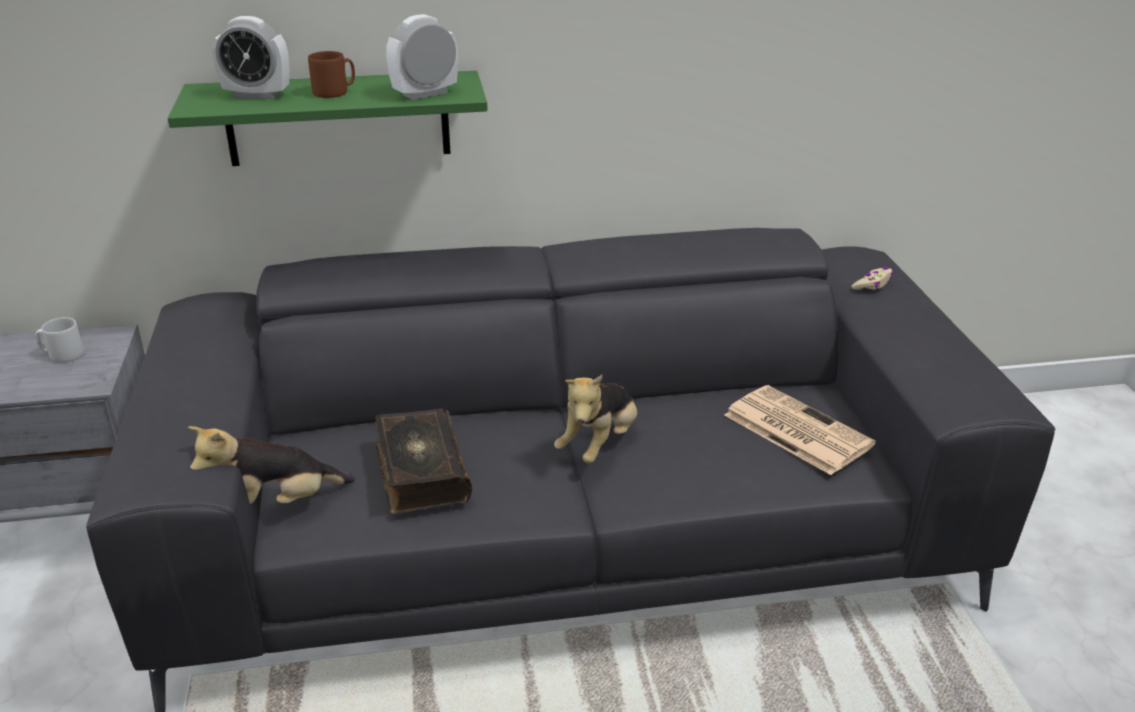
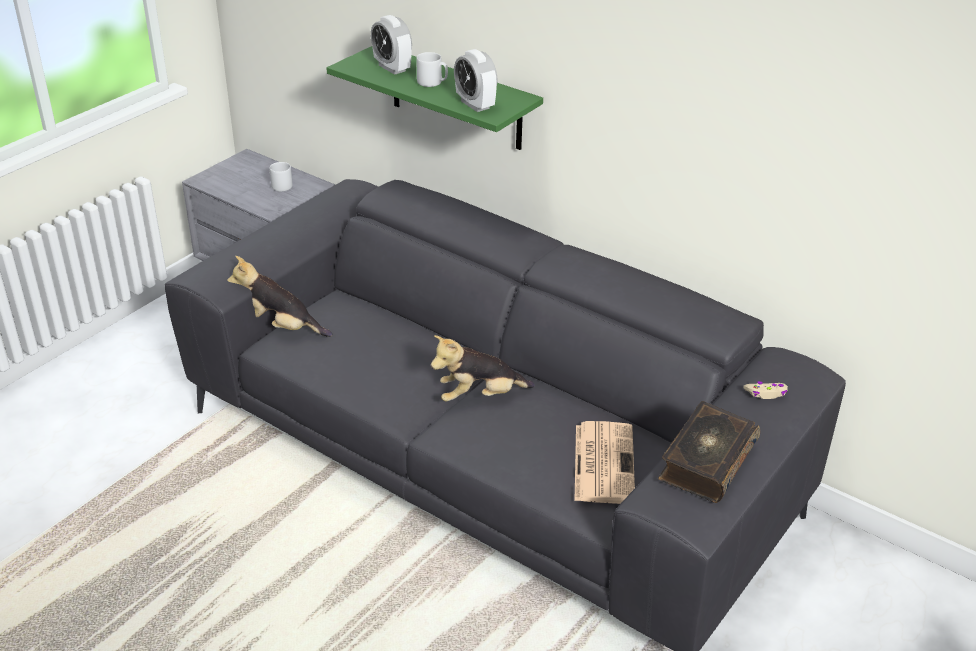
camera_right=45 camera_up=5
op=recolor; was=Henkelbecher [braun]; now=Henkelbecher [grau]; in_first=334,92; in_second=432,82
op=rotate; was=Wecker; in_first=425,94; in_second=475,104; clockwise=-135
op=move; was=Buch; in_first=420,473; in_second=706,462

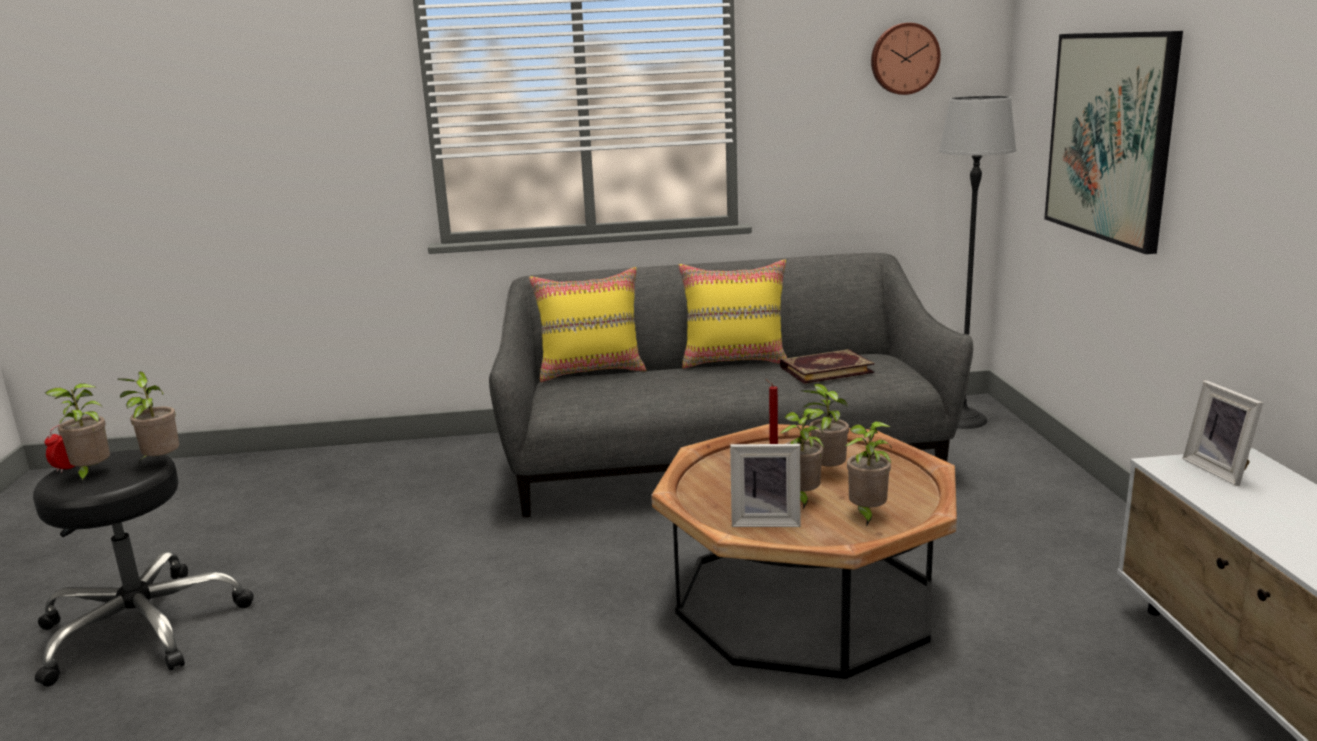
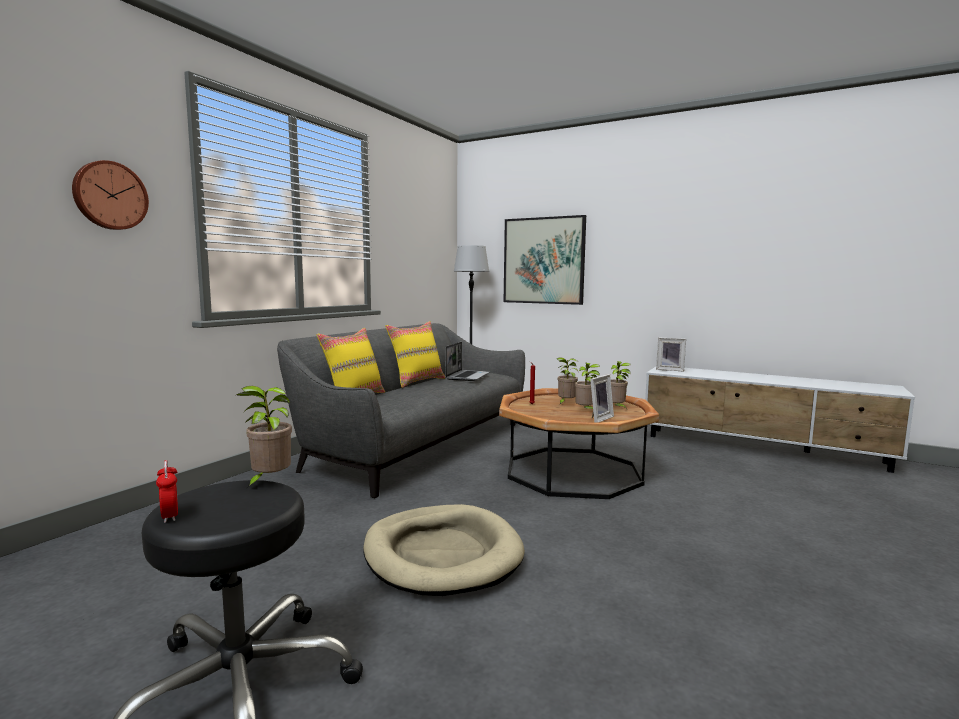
camera_right=-55 camera_up=-10
op=move; was=Wanduhr; in_first=904,59; in_second=110,196
op=insert; now=Hundebett [beige]; in_second=442,554
op=replace; was=Buch; now=Laptop; in_first=825,369; in_second=467,376
op=delete; was=Topfpflanze; in_first=91,474

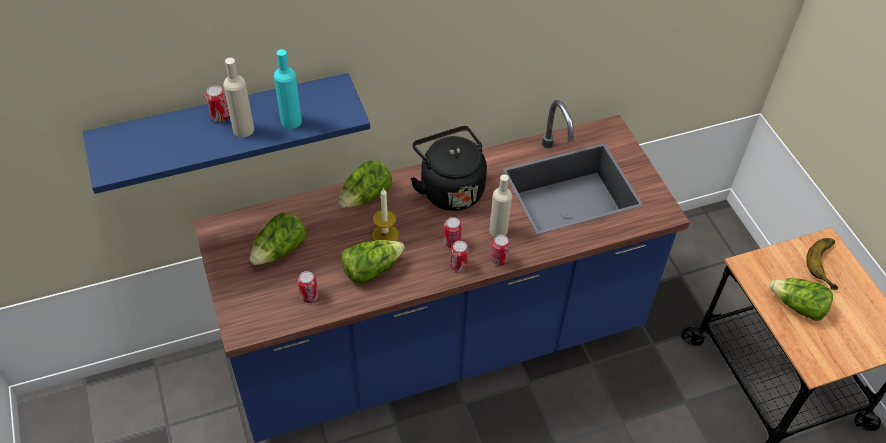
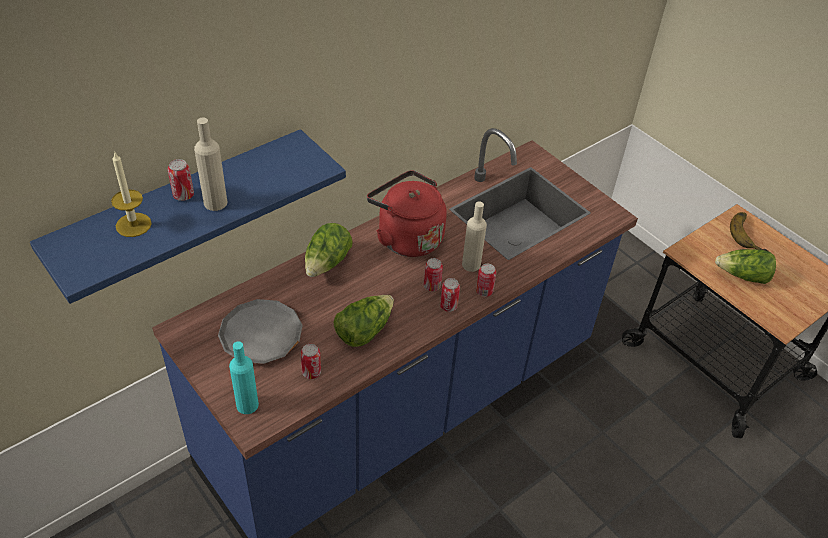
camera_right=-20 camera_up=-5
op=move; was=Kerze; in_first=385,235; in_second=133,225
op=replace; was=Salatkopf; now=Teller [grau]; in_first=280,250; in_second=261,335
op=move; was=Flasche [türkis]; in_first=291,121; in_second=247,405
op=recolor; was=Wasserkessel [schwarz]; now=Wasserkessel [rot]; in_first=449,188; in_second=407,237

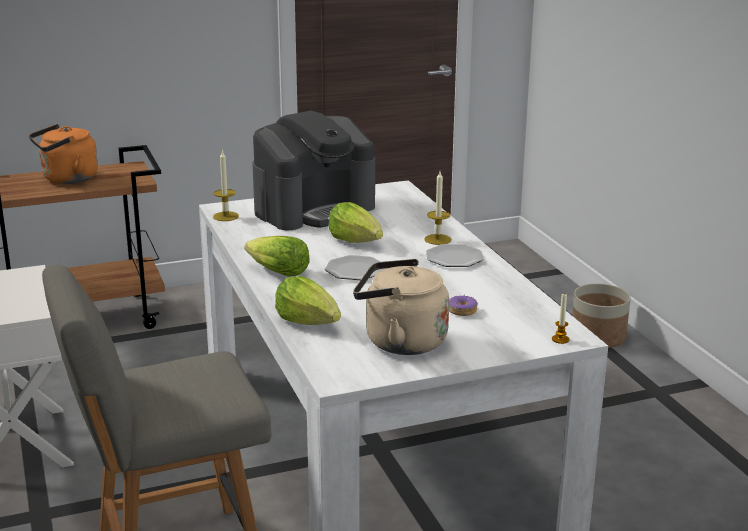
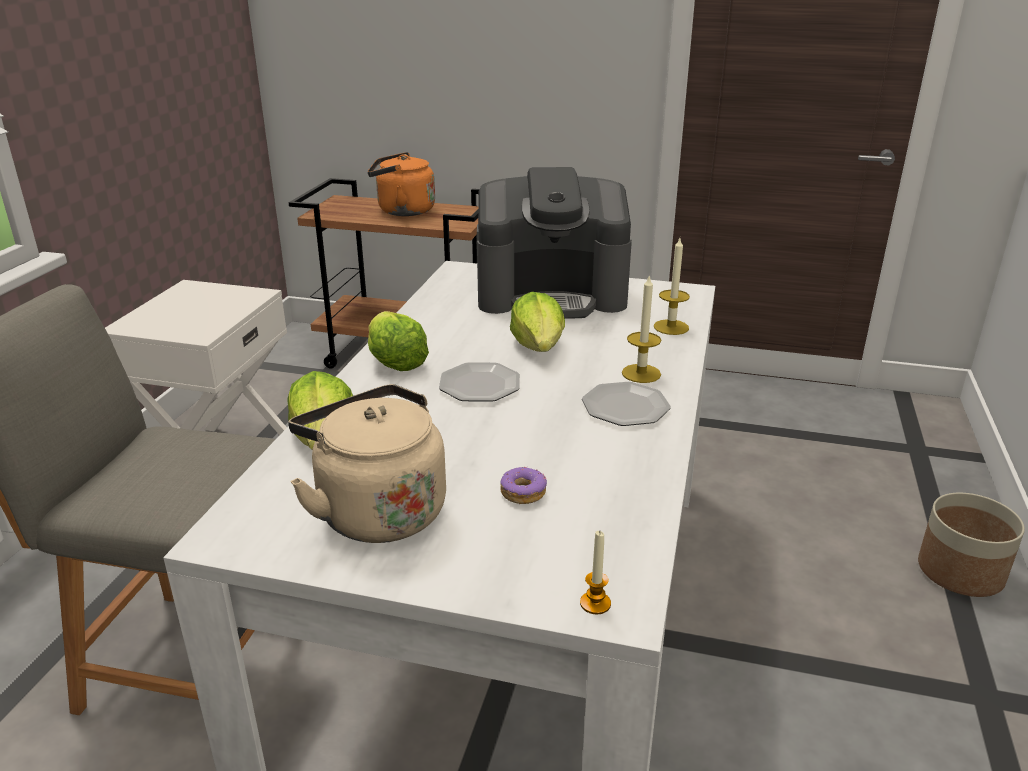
camera_right=35 camera_up=5
op=move; was=Kerze; in_first=225,216; in_second=671,327

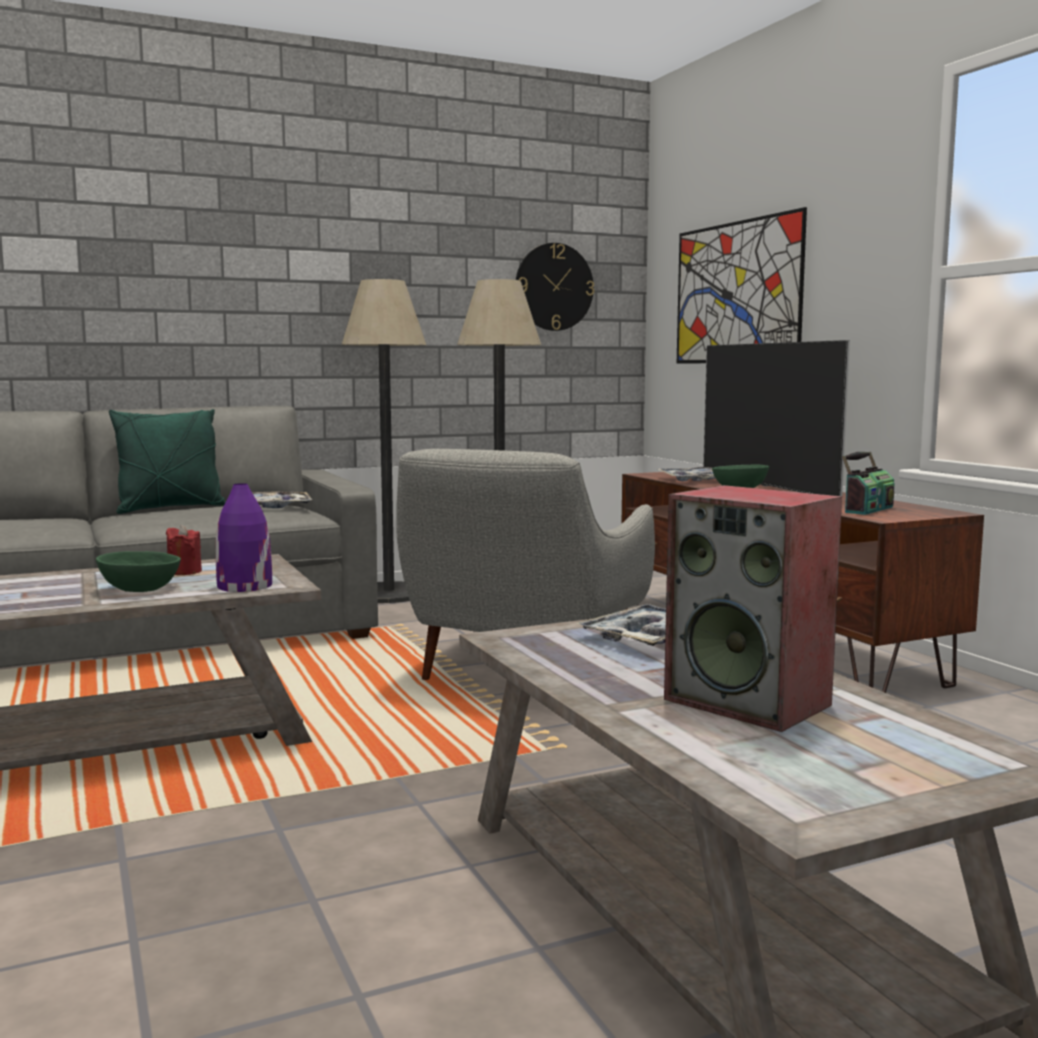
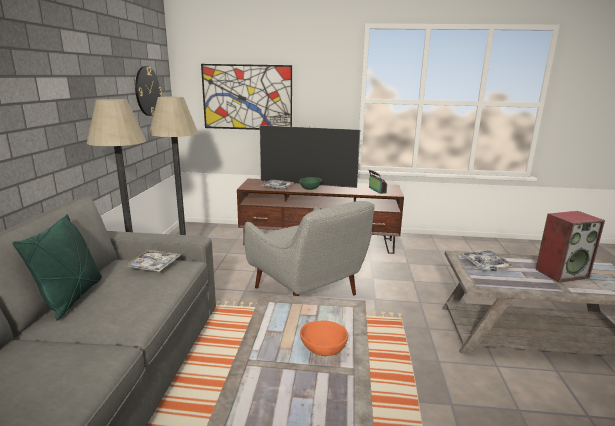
camera_right=-60 camera_up=10
op=recolor; was=Schüssel [grün]; now=Schüssel [orange]; in_first=139,589; in_second=323,350
op=delete; was=Kerze [rot]; in_first=184,572
op=delete; was=Vase [lila]; in_first=244,586

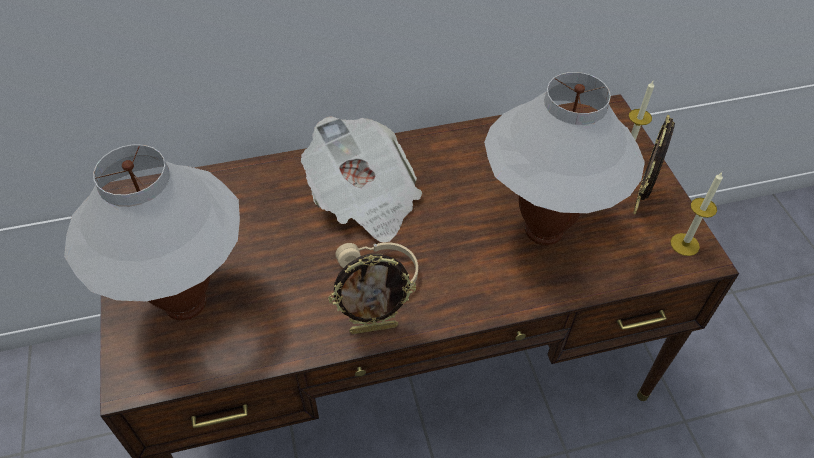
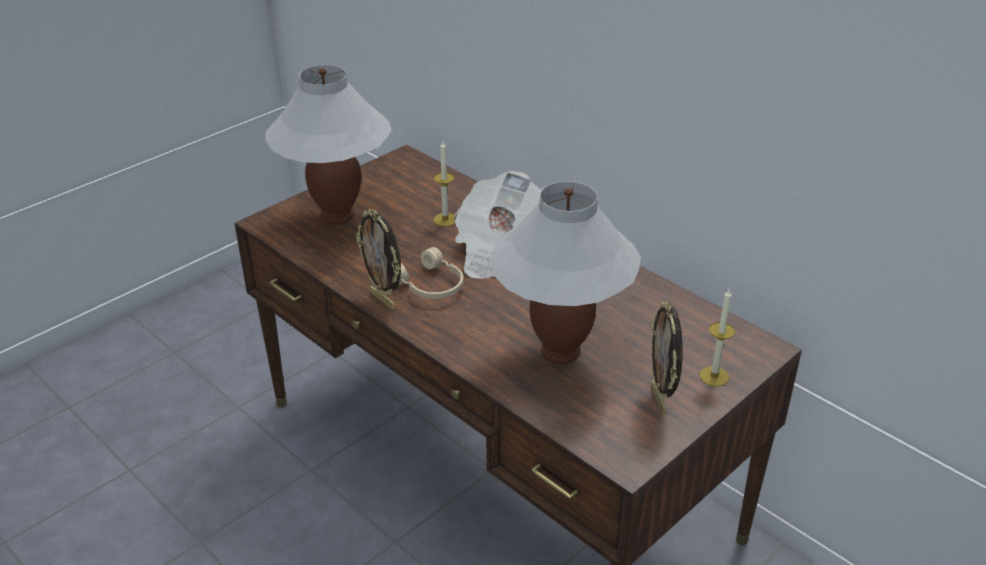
camera_right=60 camera_up=-15
op=move; was=Kerze; in_first=684,244; in_second=445,219
op=rotate; was=Bilderrahmen; in_first=639,201; in_second=659,401; clockwise=-90

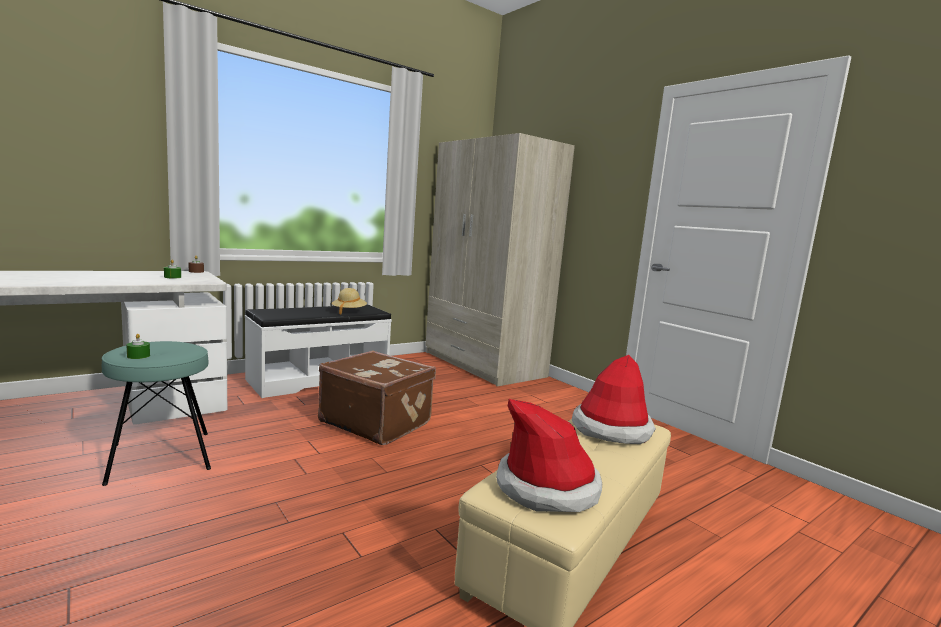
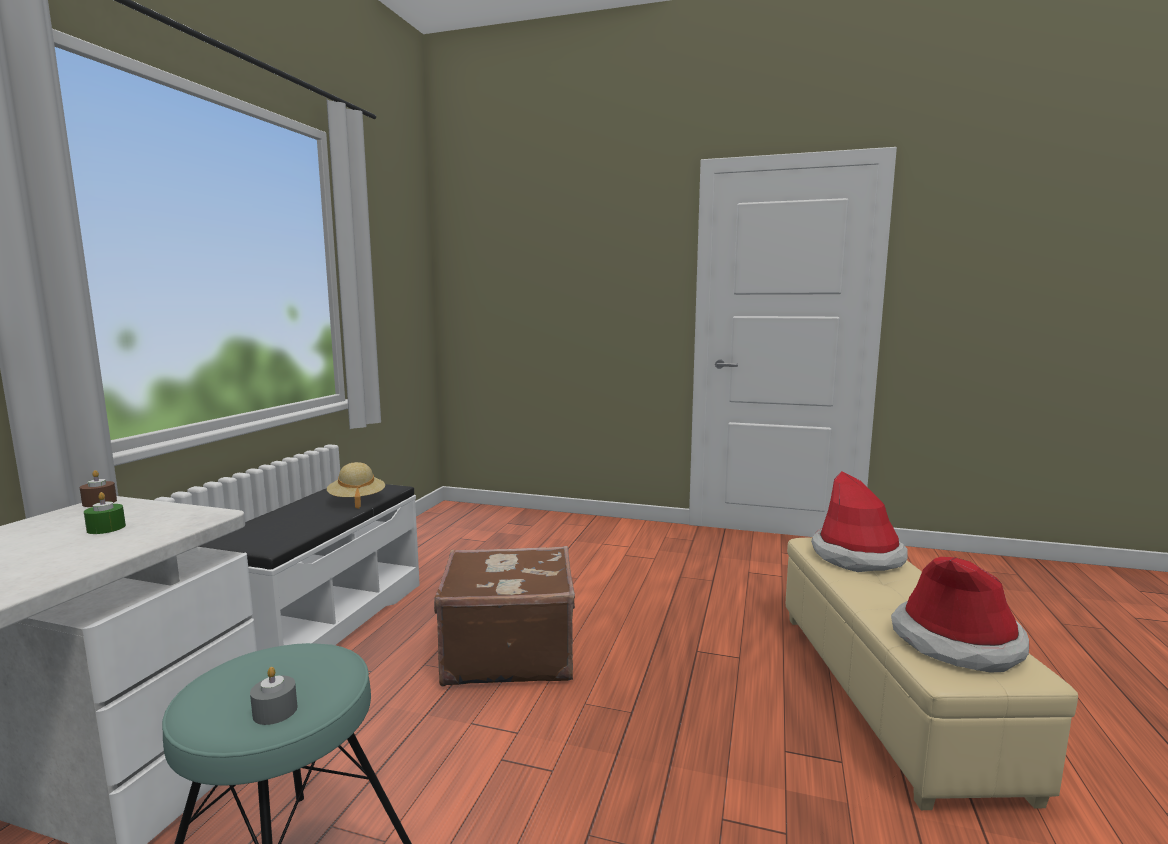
camera_right=-35 camera_up=0
op=recolor; was=Kerze [grün]; now=Kerze [grau]; in_first=138,356; in_second=275,711
op=delete; was=Kleiderschrank [beige]; in_first=483,364

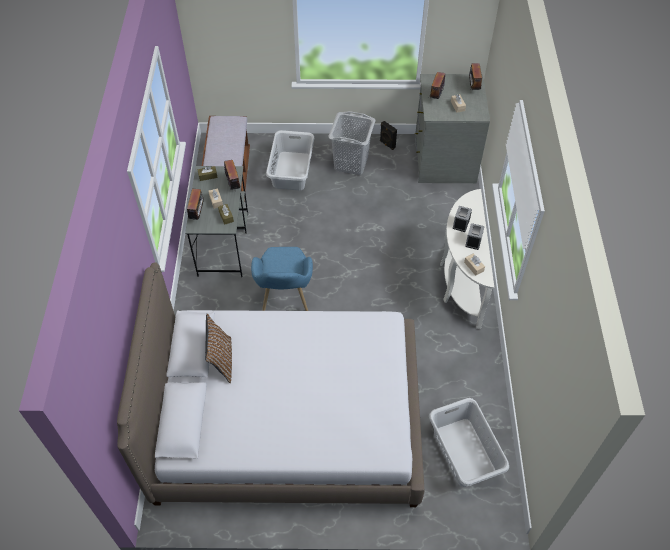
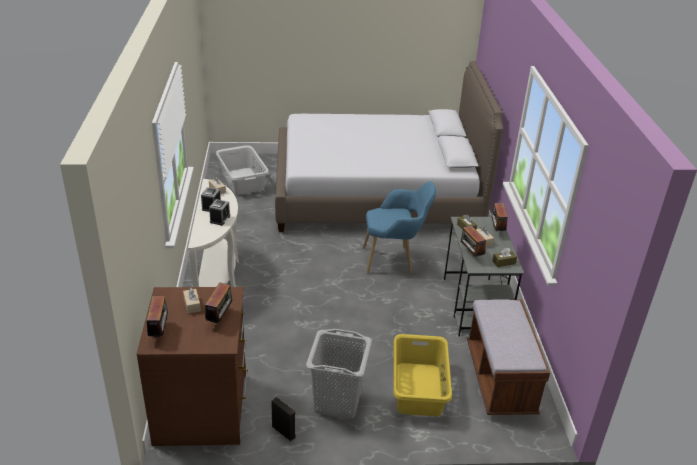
camera_right=175 camera_up=-20
op=recolor; was=Kommode [grau]; now=Kommode [braun]; in_first=443,160; in_second=203,409
op=rotate; was=Sessel [blau]; in_first=285,301; in_second=394,260; clockwise=90
op=recolor; was=Wäschekorb [grau]; now=Wäschekorb [gelb]; in_first=292,170; in_second=418,389
op=delete; was=Kissen [braun]; in_first=221,360

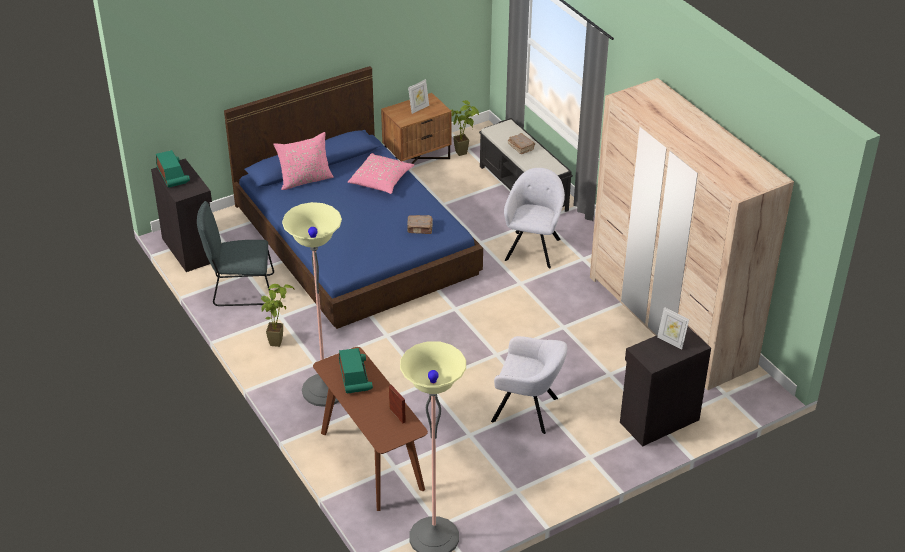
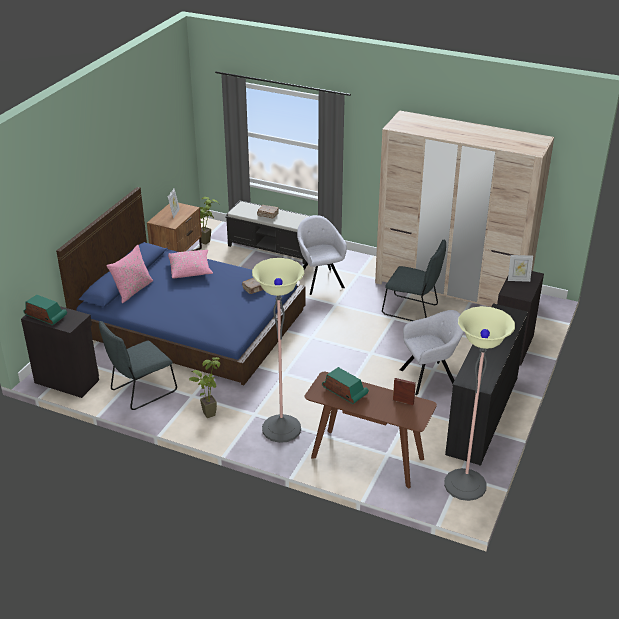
camera_right=-35 camera_up=-5
op=insert; now=Stuhl [grau]; in_second=412,310
op=insert; now=Kommode [schwarz]; in_second=481,415

